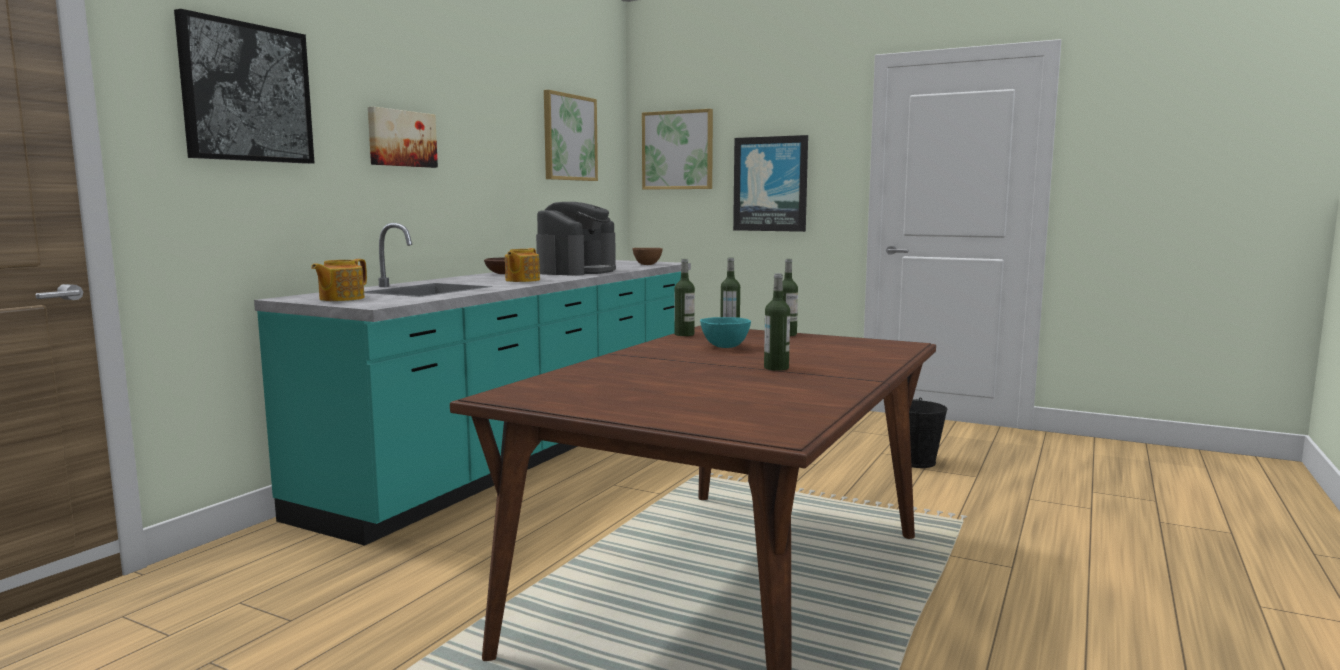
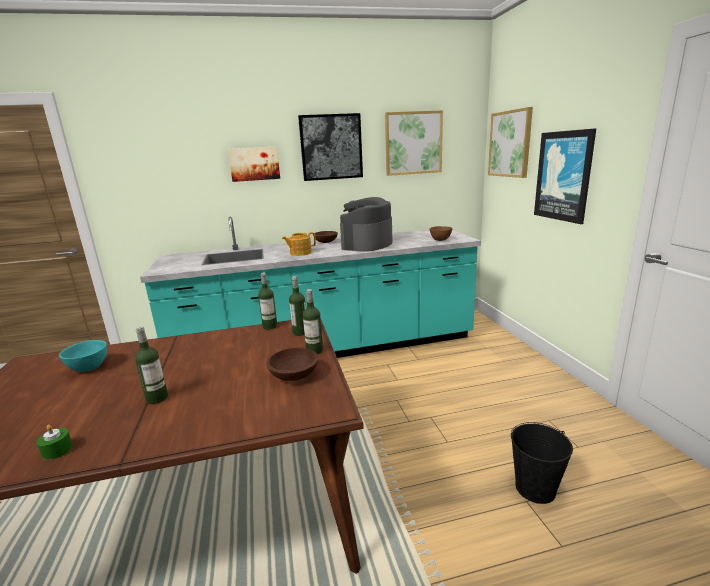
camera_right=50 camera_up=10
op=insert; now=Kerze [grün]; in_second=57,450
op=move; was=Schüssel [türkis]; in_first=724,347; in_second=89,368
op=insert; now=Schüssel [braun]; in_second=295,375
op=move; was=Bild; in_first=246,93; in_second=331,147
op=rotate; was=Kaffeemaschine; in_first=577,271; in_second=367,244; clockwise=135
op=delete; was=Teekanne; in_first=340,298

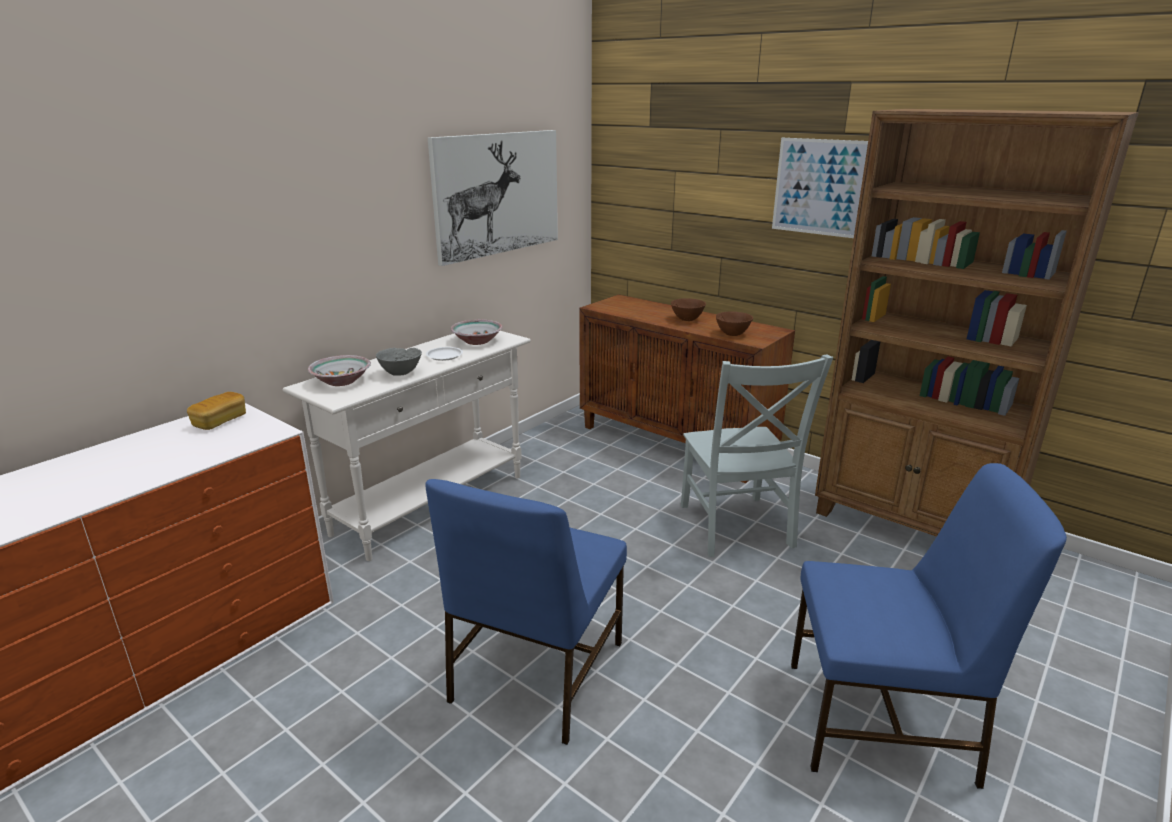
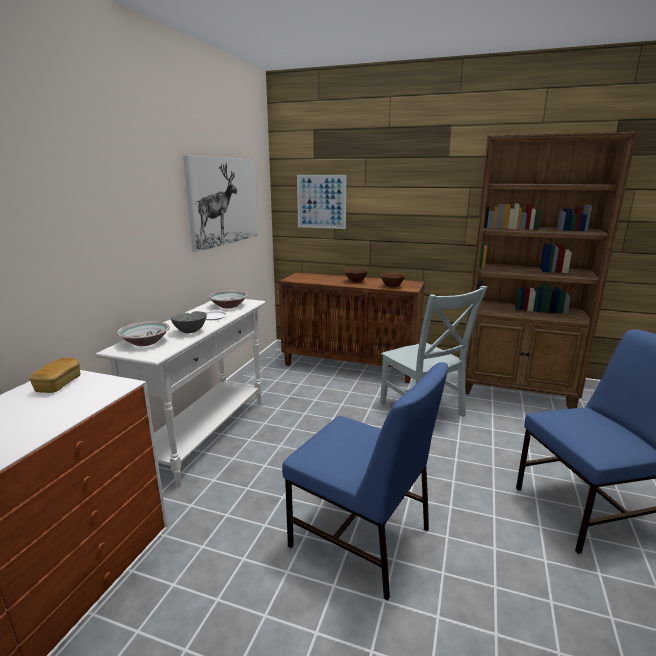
camera_right=-20 camera_up=-5
op=rotate; was=Stuhl [blau]; in_first=535,673; in_second=362,539; clockwise=-60
op=move; was=Bild; in_first=819,187; in_second=321,201

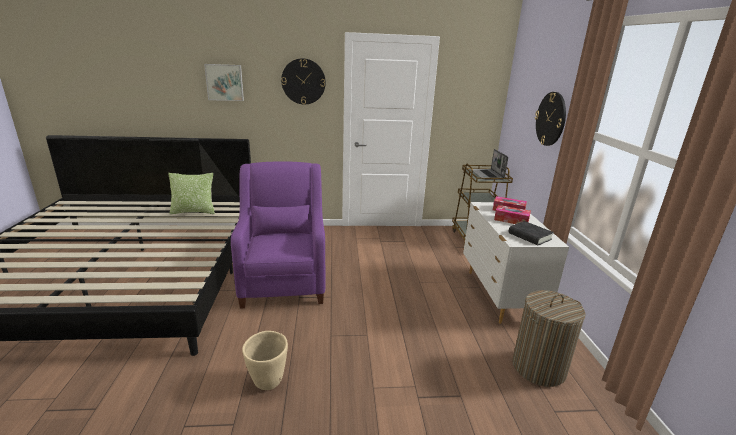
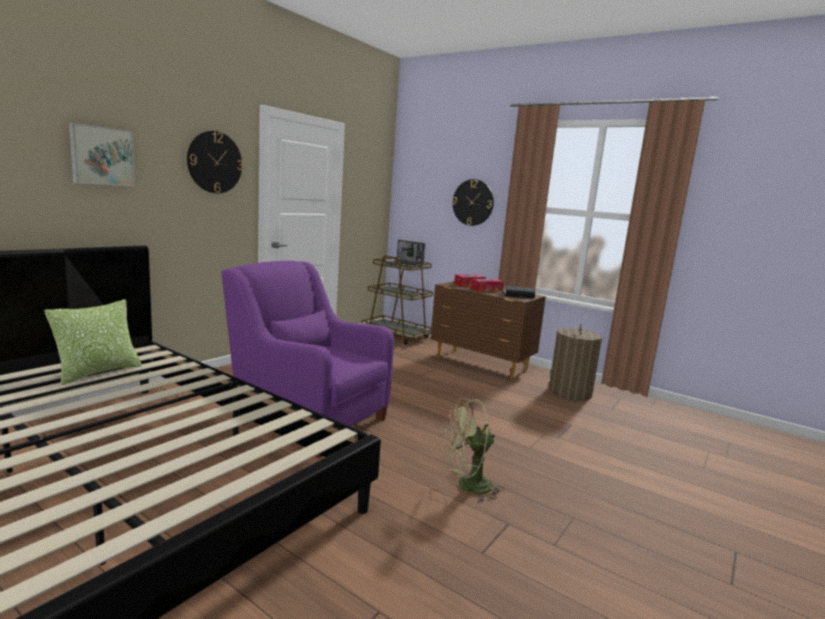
camera_right=-50 camera_up=-10
op=recolor; was=Kommode [weiß]; now=Kommode [braun]; in_first=499,296; in_second=481,365
op=replace; was=Pflanzkübel [beige]; now=Ventilator [grün]; in_first=268,381; in_second=467,486

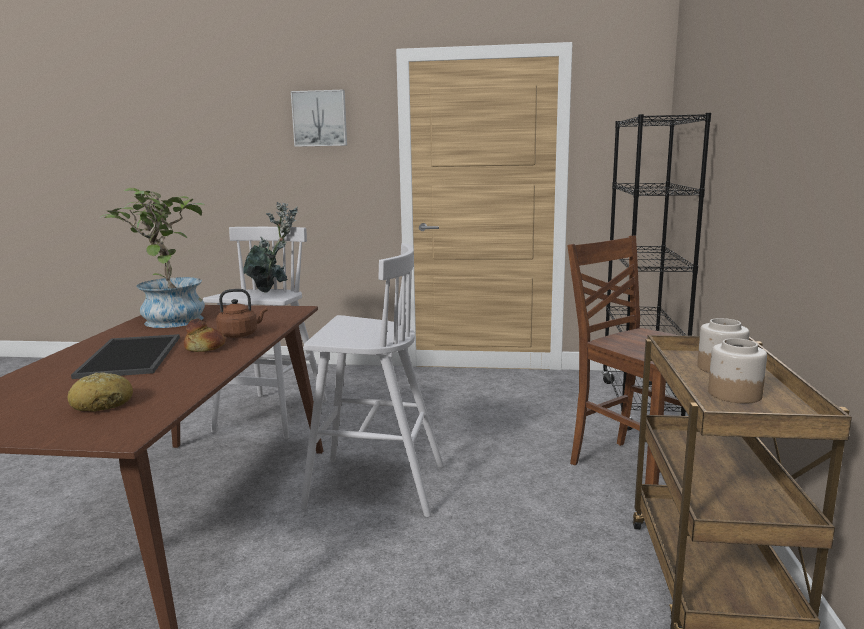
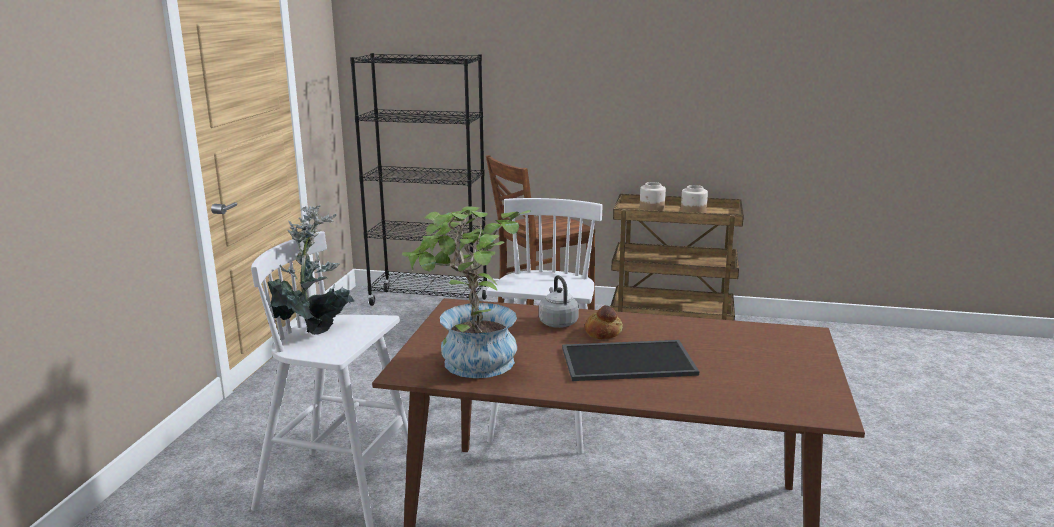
camera_right=-85 camera_up=5
op=recolor; was=Wasserkessel [braun]; now=Wasserkessel [grau]; in_first=240,335; in_second=557,322
op=delete; was=Brot; in_first=103,404
op=delete; was=Bild; in_first=320,118

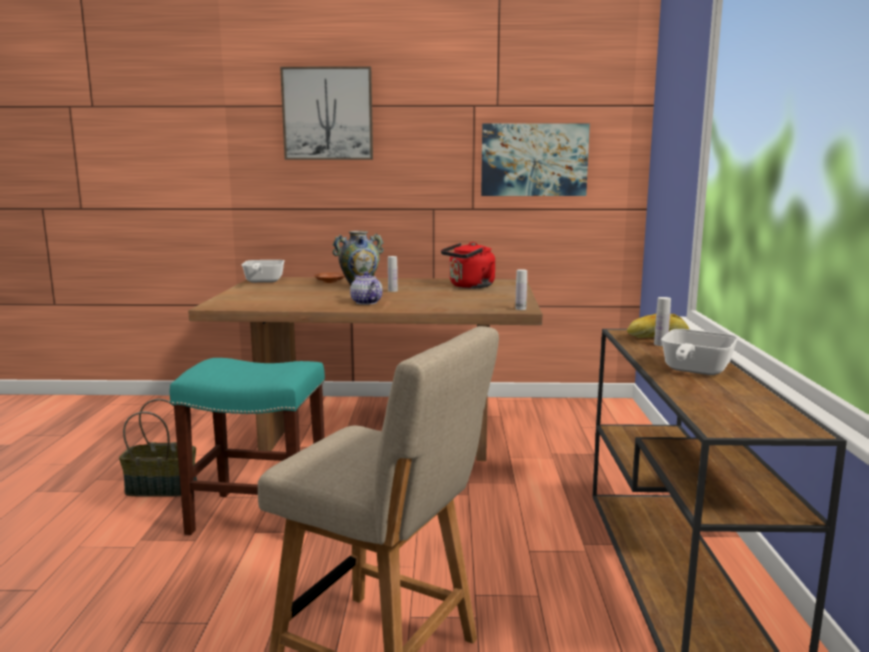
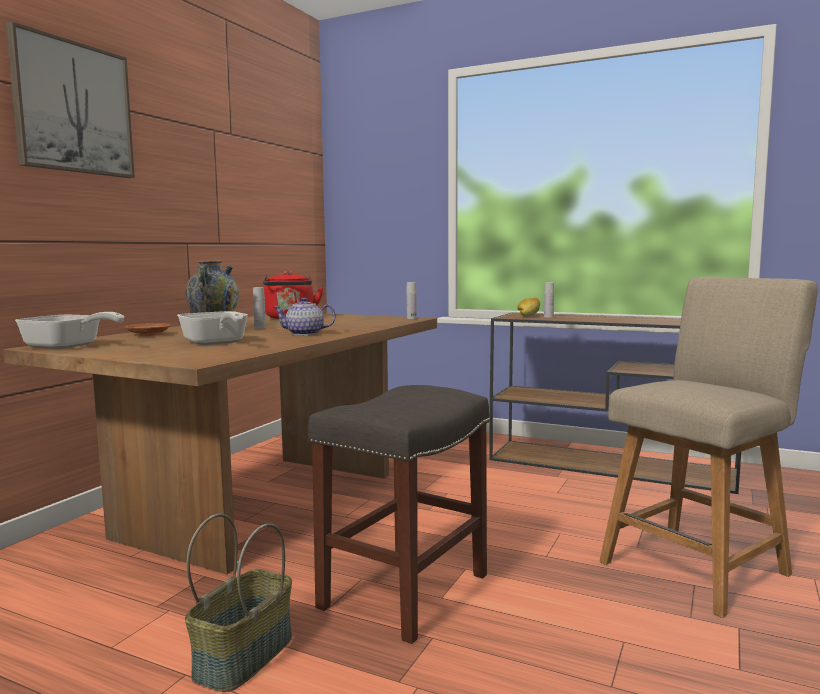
camera_right=-65 camera_up=-5
op=move; was=Pfanne; in_first=693,371; in_second=215,343
op=recolor; was=Hocker [türkis]; now=Hocker [grau]; in_first=257,517; in_second=404,592
op=delete; was=Bild; in_first=534,160

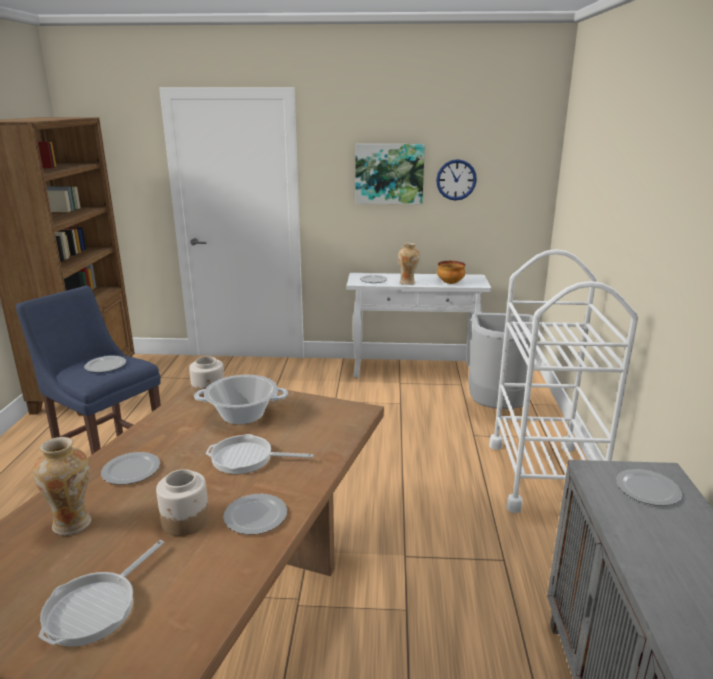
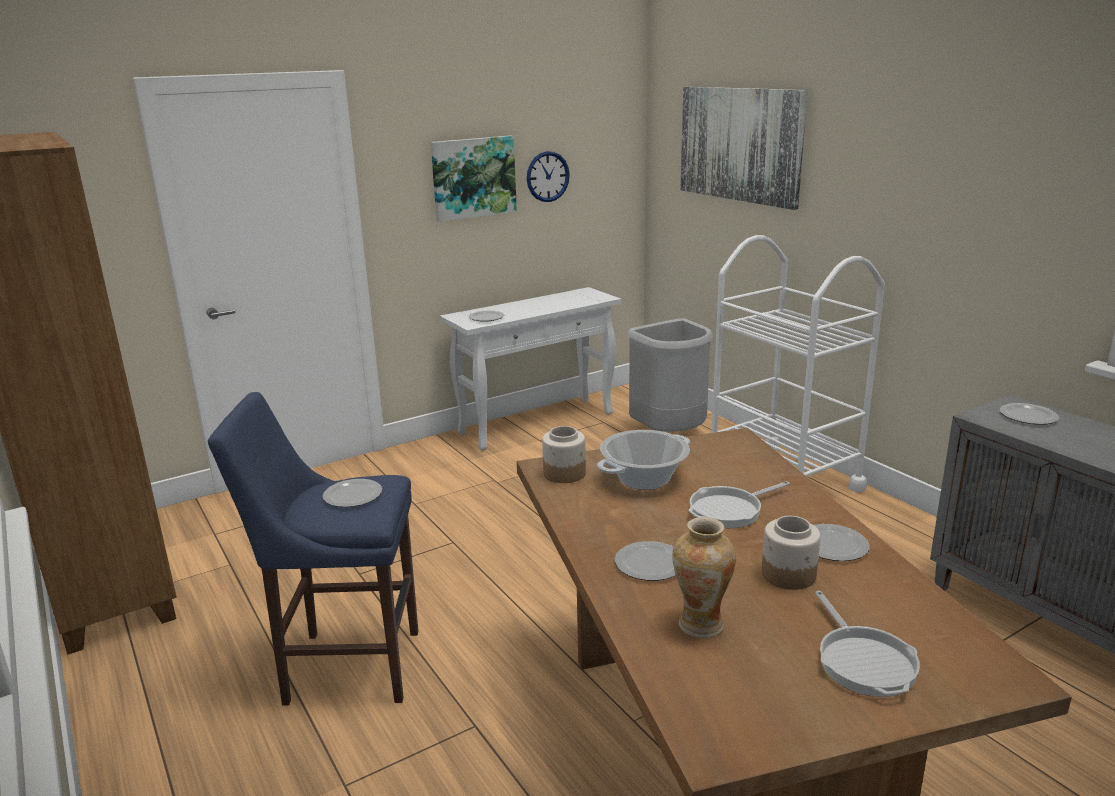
camera_right=-35 camera_up=0
op=insert; now=Bild; in_second=740,144
op=delete; was=Vase; in_first=408,283
op=delete; was=Schüssel; in_first=450,283

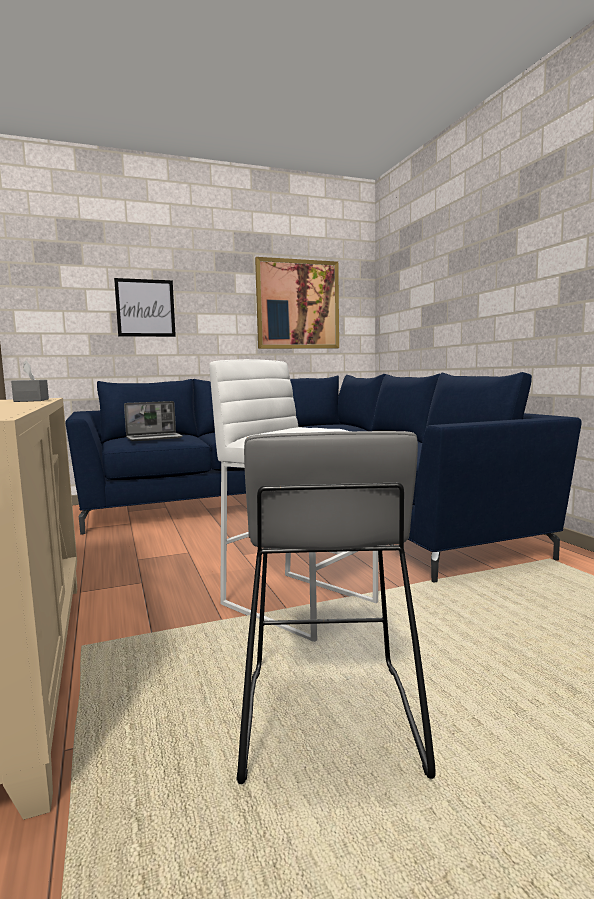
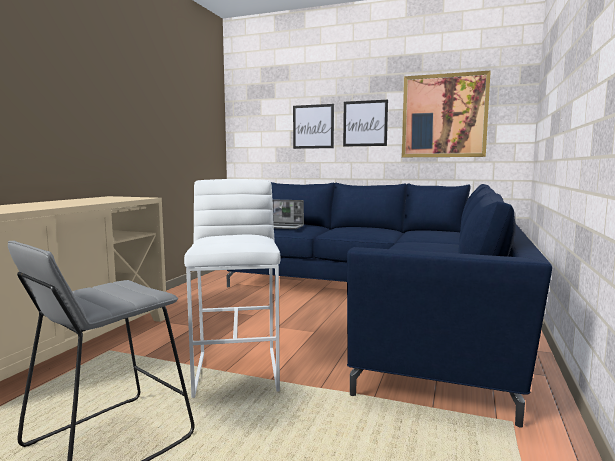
camera_right=40 camera_up=0
op=insert; now=Bild; in_second=365,123
op=delete; was=Taschentuchbox [grau]; in_first=31,400

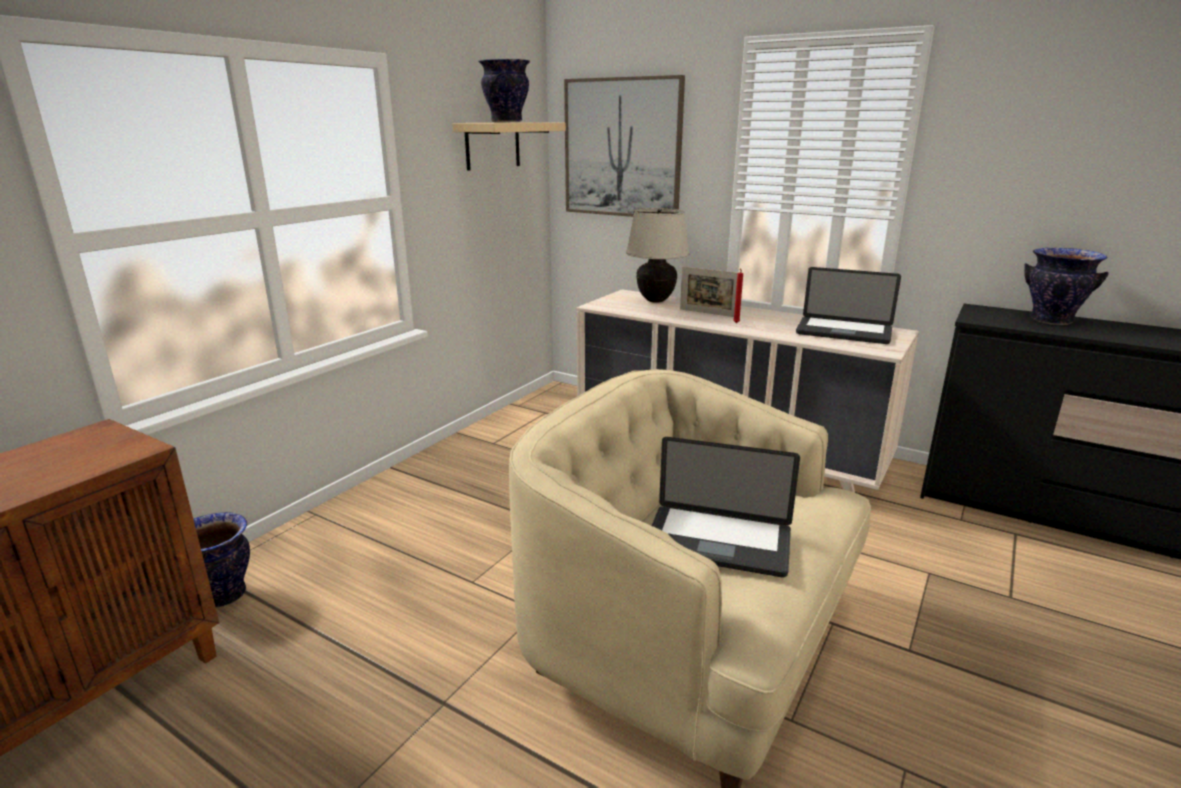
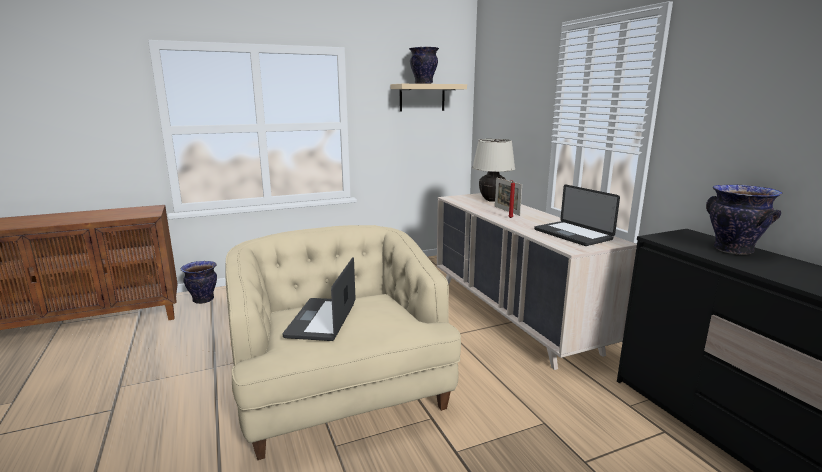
camera_right=35 camera_up=-5
op=rotate; was=Laptop; in_first=718,542; in_second=322,320; clockwise=45
op=delete; was=Bild; in_first=622,148

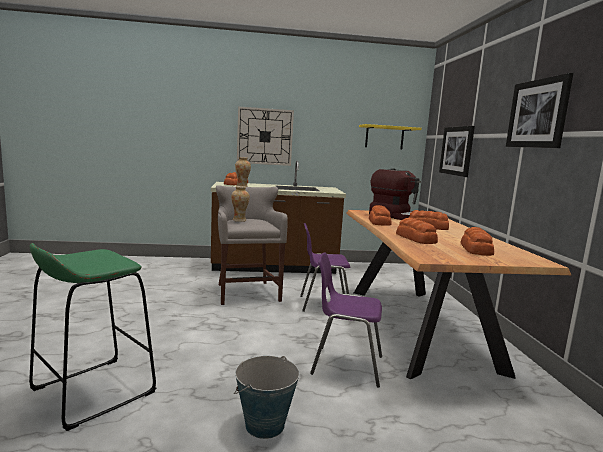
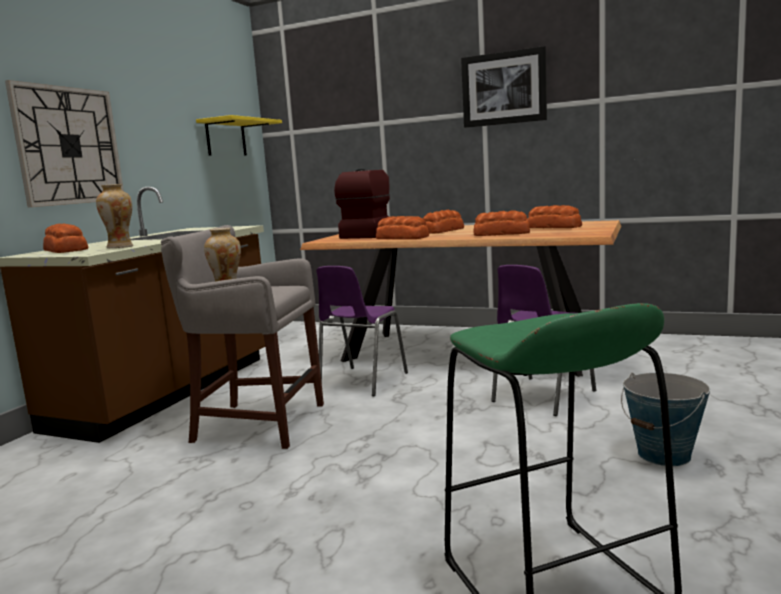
camera_right=-60 camera_up=0
op=rotate; was=Kaffeemaschine; in_first=395,216; in_second=370,234; clockwise=-45
op=delete; was=Bild; in_first=457,151

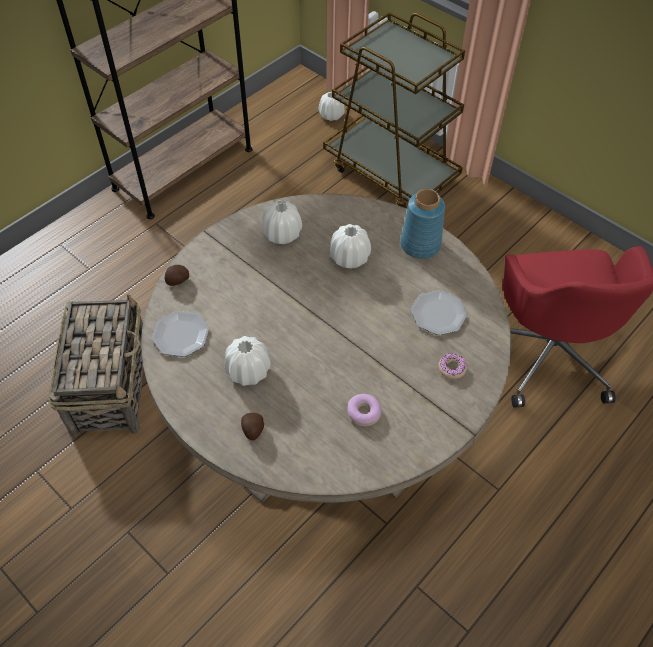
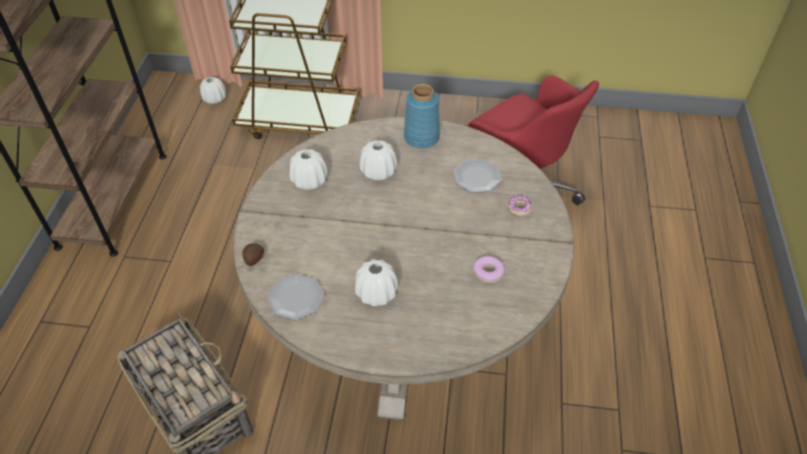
camera_right=-35 camera_up=-5
op=delete; was=Kartoffel; in_first=253,431

